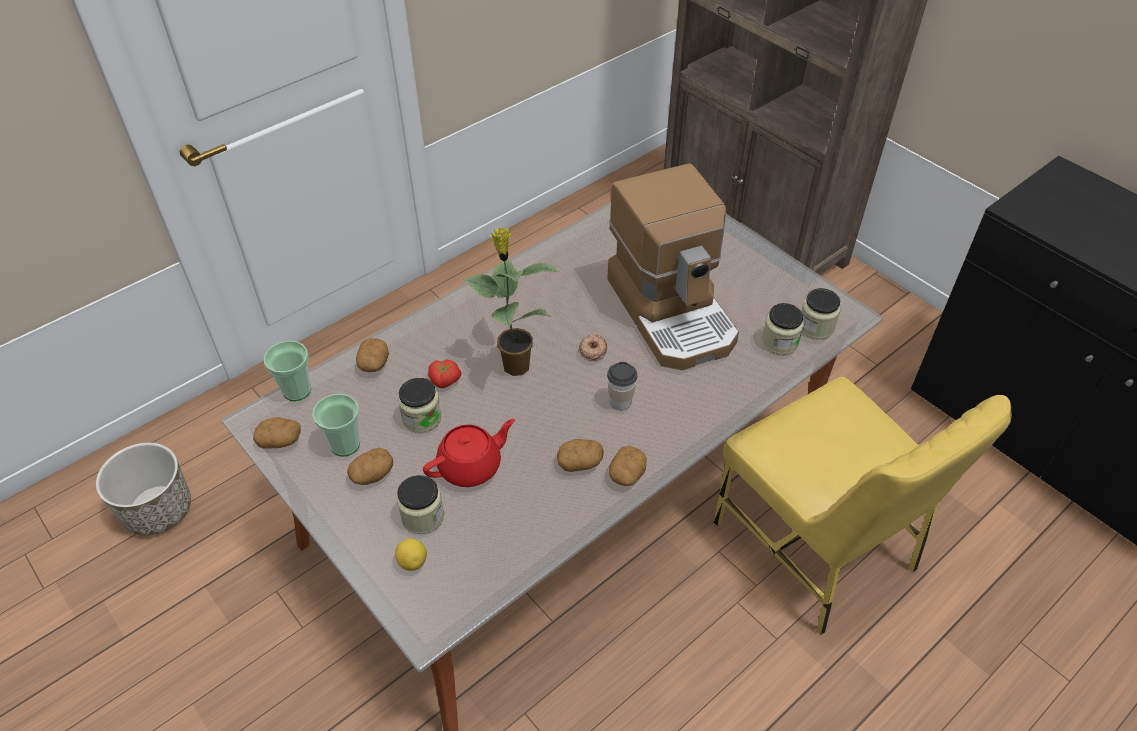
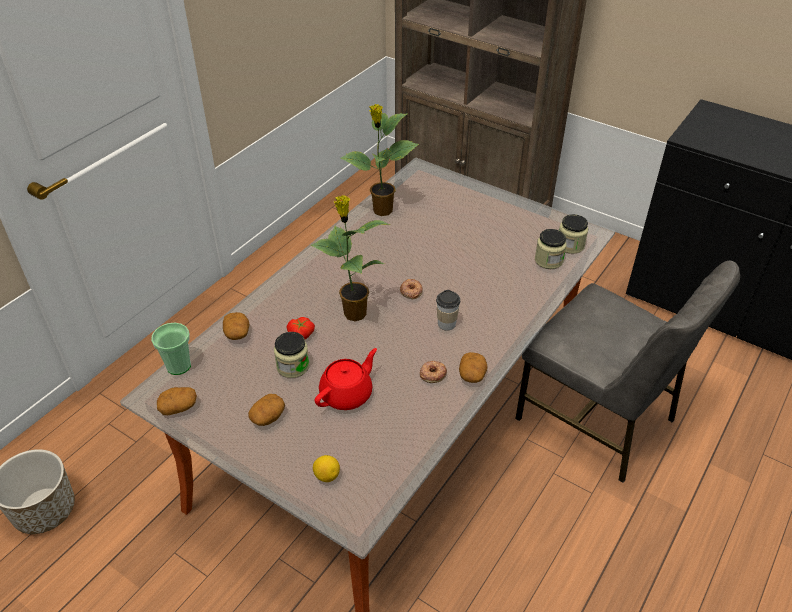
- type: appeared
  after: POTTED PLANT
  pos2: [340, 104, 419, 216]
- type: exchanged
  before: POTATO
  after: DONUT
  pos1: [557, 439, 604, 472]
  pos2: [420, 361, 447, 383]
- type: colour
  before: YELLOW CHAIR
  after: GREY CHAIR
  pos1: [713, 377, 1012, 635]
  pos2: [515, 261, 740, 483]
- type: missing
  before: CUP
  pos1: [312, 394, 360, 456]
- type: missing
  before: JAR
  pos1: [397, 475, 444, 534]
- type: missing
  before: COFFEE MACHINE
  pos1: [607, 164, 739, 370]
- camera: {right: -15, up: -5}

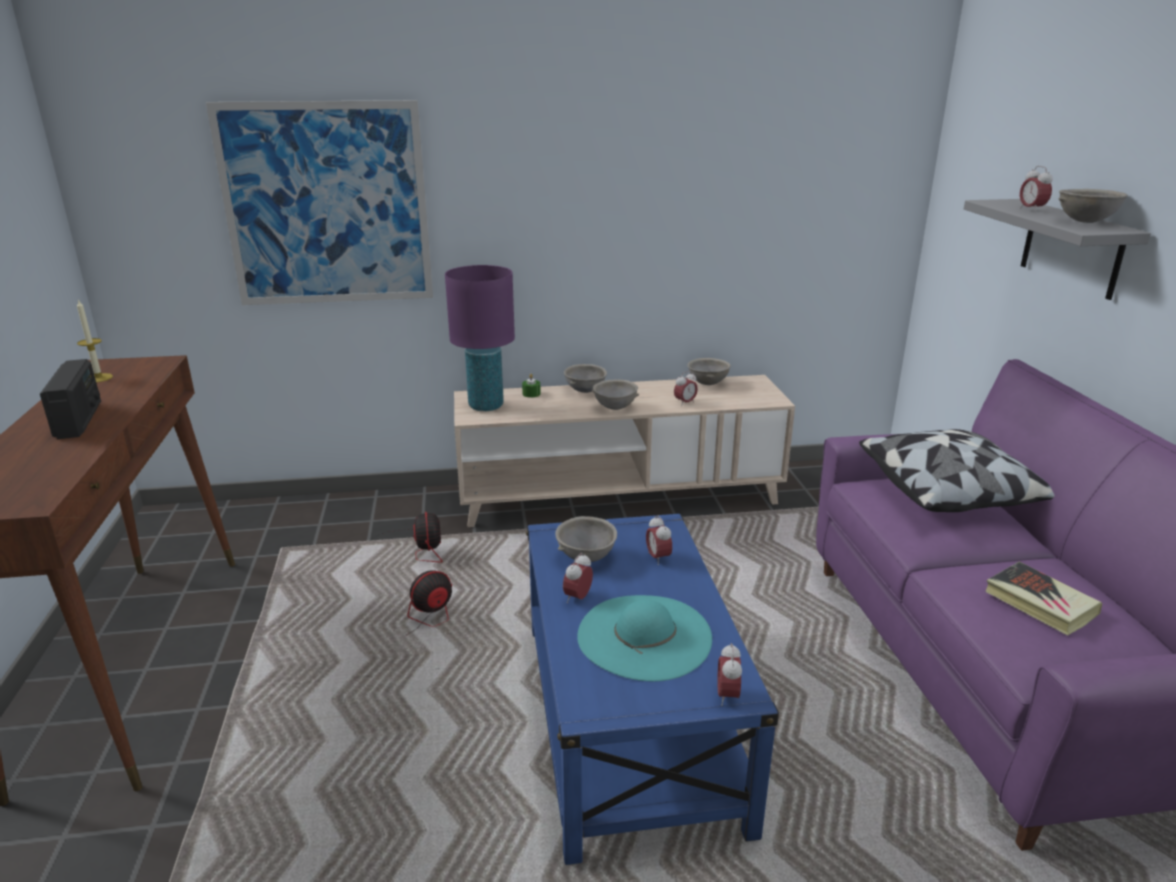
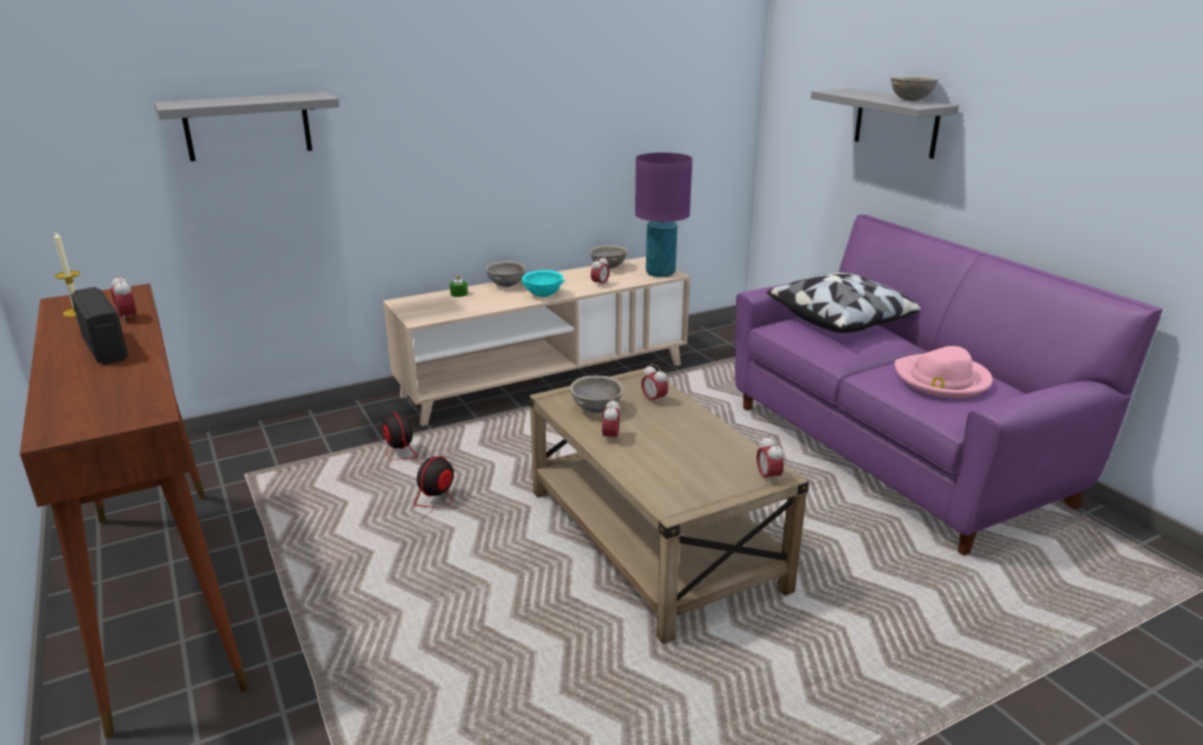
- type: relocated
  before: ALARM CLOCK
  pos1: [1020, 166, 1052, 212]
  pos2: [111, 274, 137, 323]
- type: exchanged
  before: PICTURE
  after: GREY SHELF
  pos1: [206, 100, 433, 305]
  pos2: [154, 92, 339, 161]
- type: colour
  before: GREY BOWL
  after: TURQUOISE BOWL
  pos1: [592, 379, 639, 410]
  pos2: [521, 270, 565, 297]
- type: colour
  before: BLUE COFFEE TABLE
  after: BEIGE COFFEE TABLE
  pos1: [526, 514, 779, 865]
  pos2: [529, 368, 809, 644]
- type: relocated
  before: PURPLE TABLE LAMP
  pos1: [445, 265, 515, 411]
  pos2: [635, 152, 692, 277]
- type: exchanged
  before: BOOK
  after: PINK HAT
  pos1: [985, 562, 1102, 636]
  pos2: [894, 346, 993, 398]
- type: missing
  before: TURQUOISE HAT
  pos1: [577, 595, 712, 681]
- camera: {right: -20, up: 0}

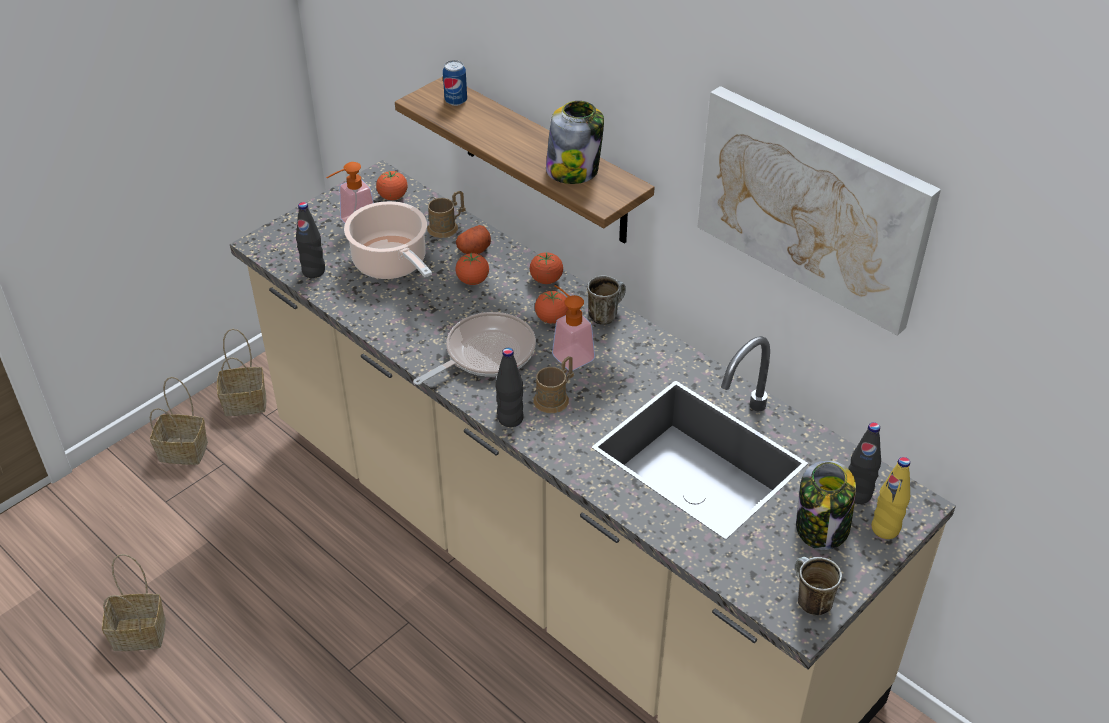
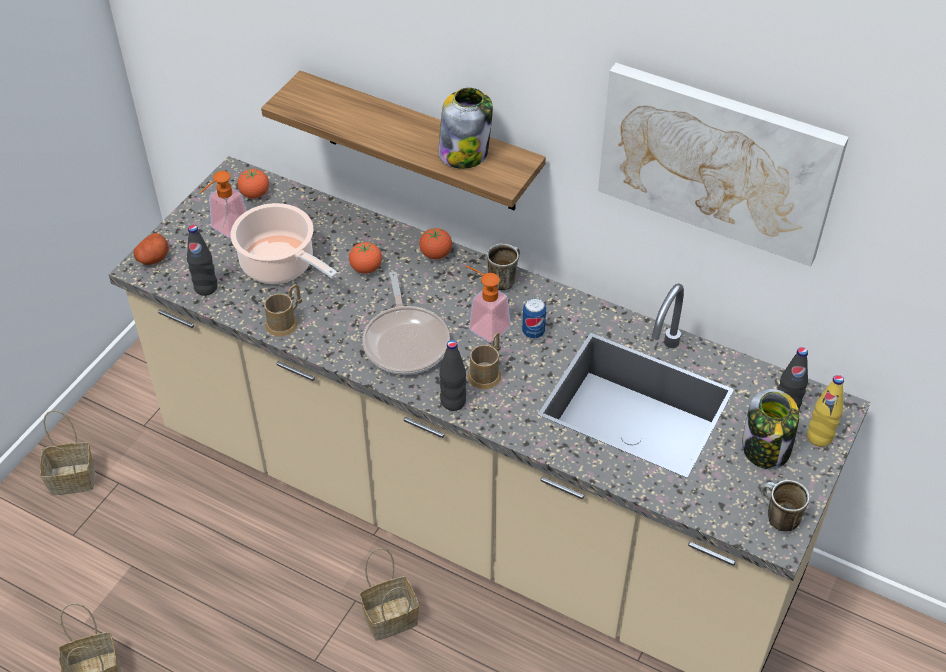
- type: relocated
  before: POTATO
  pos1: [456, 225, 491, 254]
  pos2: [133, 233, 169, 265]
- type: relocated
  before: BROWN MUG
  pos1: [427, 191, 466, 238]
  pos2: [264, 284, 303, 337]
- type: relocated
  before: BASKET
  pos1: [217, 329, 266, 416]
  pos2: [359, 548, 419, 641]
- type: spun
  before: FRYING PAN
  pos1: [413, 312, 536, 385]
  pos2: [362, 272, 450, 375]
  turn: 135
- type: relocated
  before: CAN
  pos1: [443, 60, 467, 106]
  pos2: [522, 297, 546, 338]
- type: missing
  before: TOMATO
  pos1: [535, 290, 568, 324]
- camera: {right: -15, up: 5}

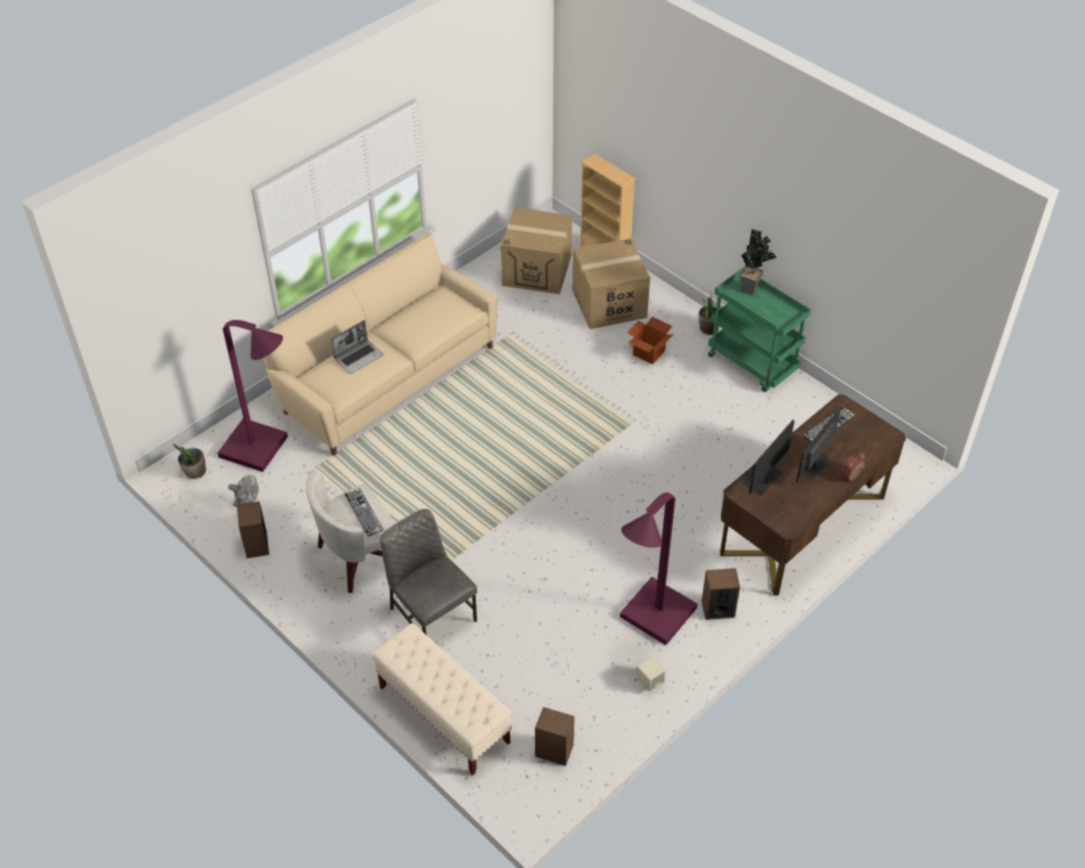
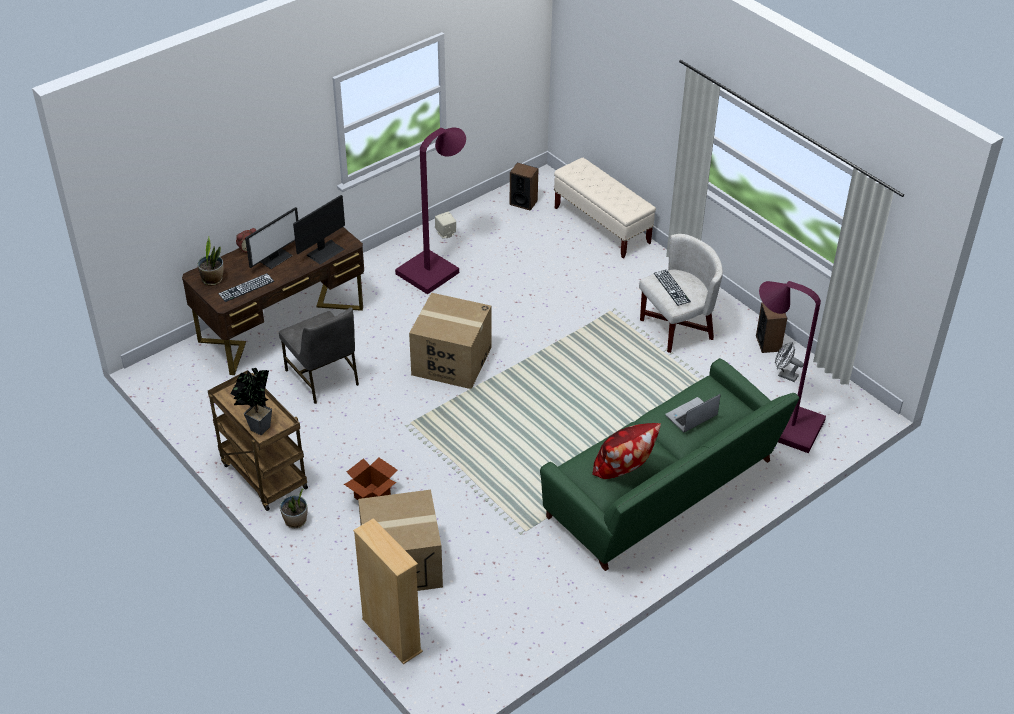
- type: relocated
  before: POTTED PLANT
  pos1: [173, 444, 206, 479]
  pos2: [198, 237, 223, 286]
- type: colour
  before: GREEN CART
  after: BROWN CART
  pos1: [708, 268, 811, 392]
  pos2: [208, 370, 308, 511]
- type: relocated
  before: GREY CHAIR
  pos1: [380, 509, 477, 635]
  pos2: [279, 308, 359, 404]
- type: relocated
  before: CARDBOARD BOX
  pos1: [501, 207, 572, 294]
  pos2: [409, 293, 492, 389]
- type: colour
  before: BEIGE SOFA
  after: GREEN SOFA
  pos1: [263, 233, 498, 456]
  pos2: [540, 358, 800, 571]
- type: appeared
  after: PILLOW
  pos2: [592, 423, 661, 479]
- type: missing
  before: SPEAKER
  pos1: [702, 568, 740, 620]
- camera: {right: -175, up: -5}

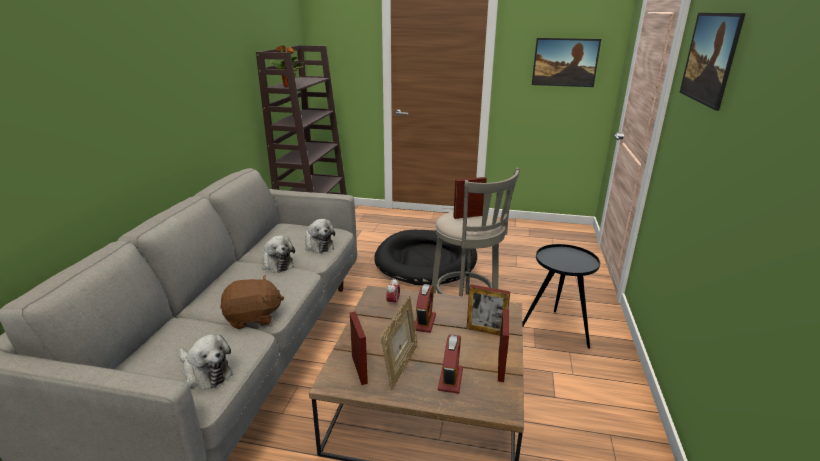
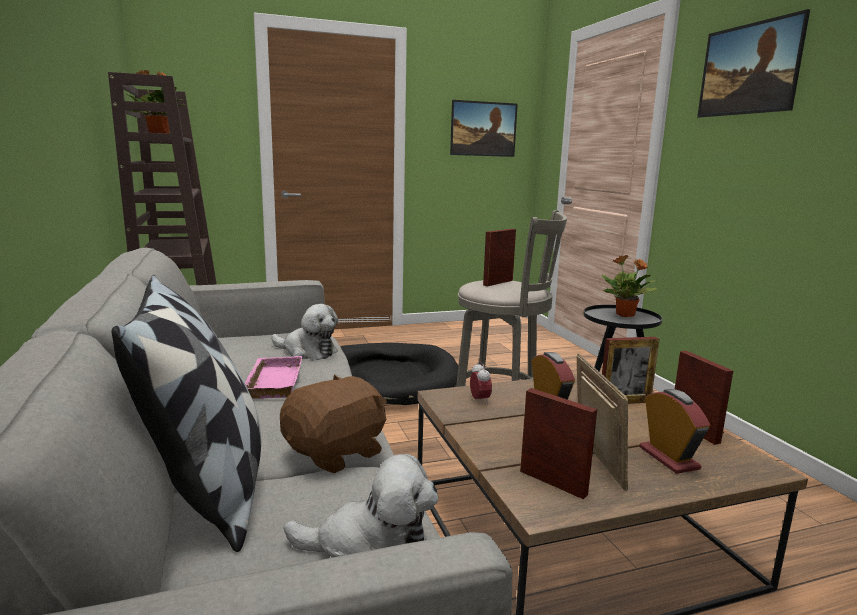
- type: appeared
  after: PILLOW
  pos2: [111, 275, 261, 552]
- type: exchanged
  before: PLUSH TOY
  after: PINK TRAY
  pos1: [262, 235, 295, 272]
  pos2: [245, 356, 302, 399]
- type: appeared
  after: POTTED PLANT
  pos2: [601, 255, 658, 317]
- camera: {right: -30, up: -10}

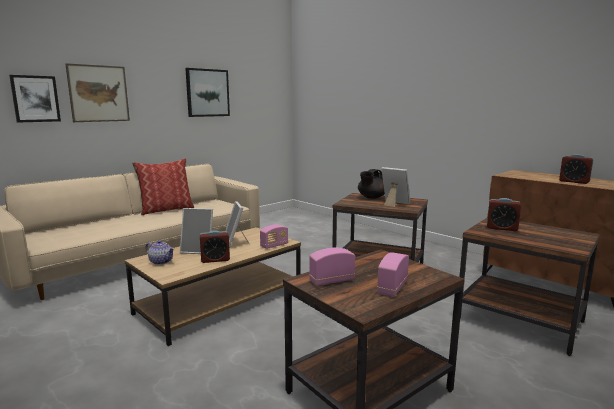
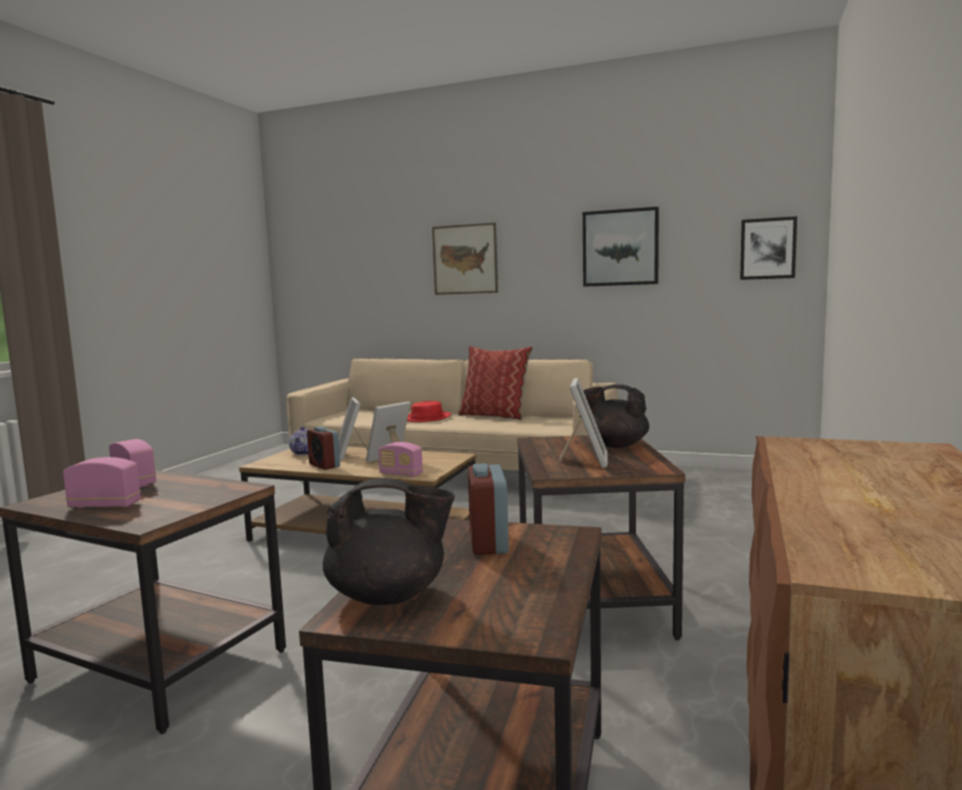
- type: appeared
  after: BLACK TEAPOT
  pos2: [323, 478, 455, 605]
- type: appeared
  after: RED HAT
  pos2: [407, 401, 451, 422]
- type: relocated
  before: PICTURE
  pos1: [9, 75, 61, 123]
  pos2: [740, 216, 797, 280]
- type: missing
  before: ALARM CLOCK
  pos1: [559, 154, 593, 184]
- camera: {right: 65, up: -5}

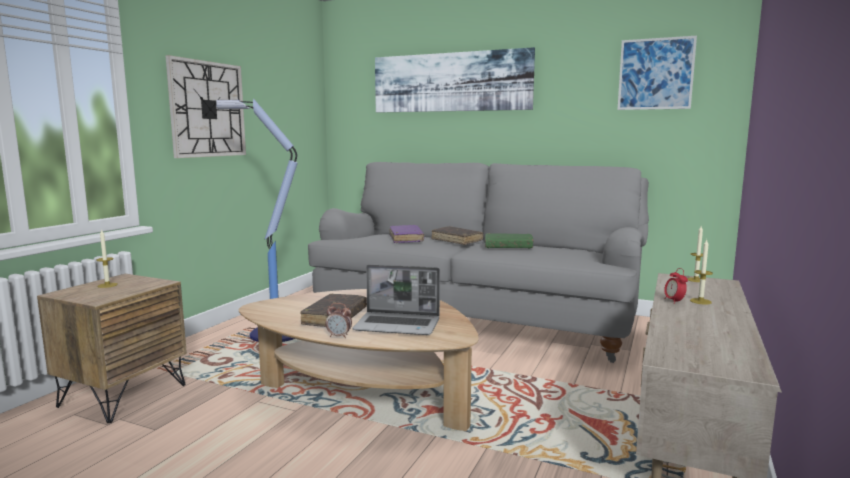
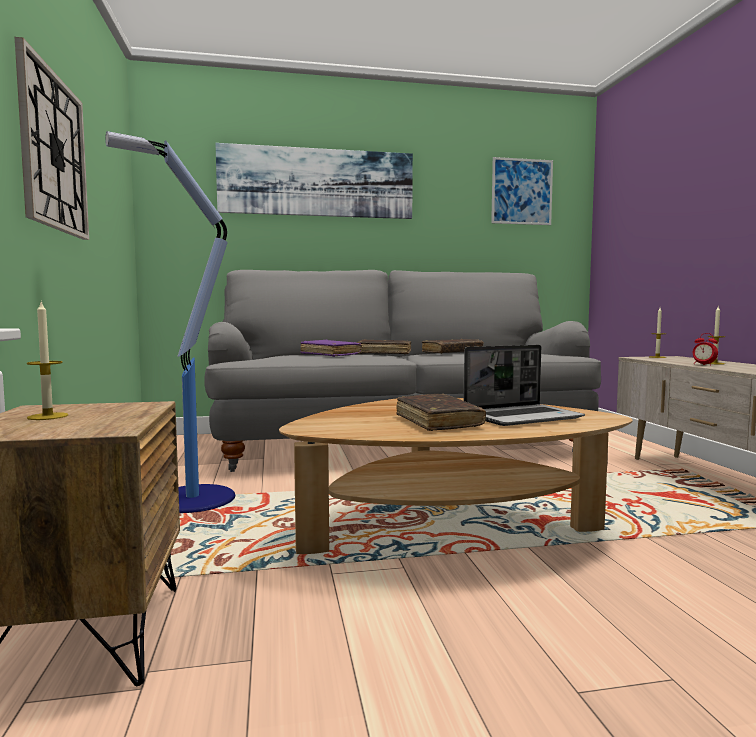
- type: colour
  before: GREEN BOOK
  after: BROWN BOOK
  pos1: [485, 233, 534, 248]
  pos2: [422, 339, 484, 354]
- type: missing
  before: ALARM CLOCK
  pos1: [326, 303, 352, 338]
- camera: {right: -35, up: -5}

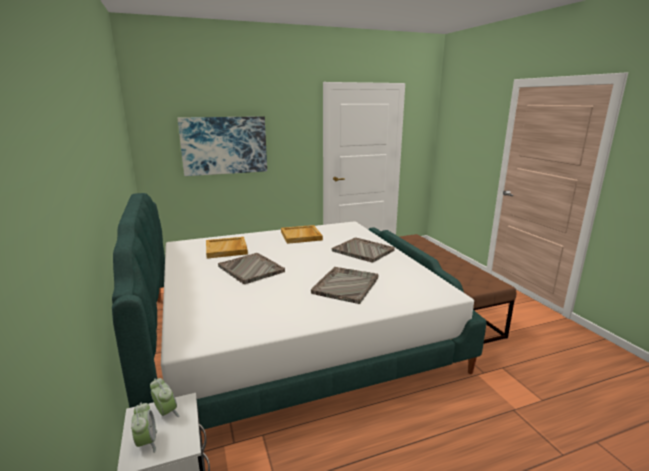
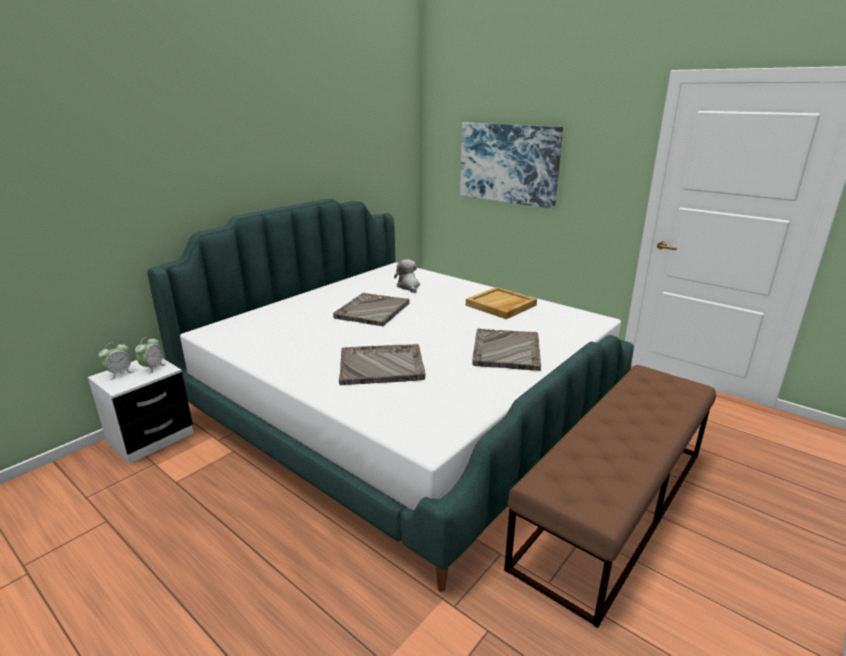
- type: exchanged
  before: BEIGE TRAY
  after: PLUSH TOY
  pos1: [206, 237, 248, 259]
  pos2: [394, 259, 420, 293]
- camera: {right: 60, up: 5}

